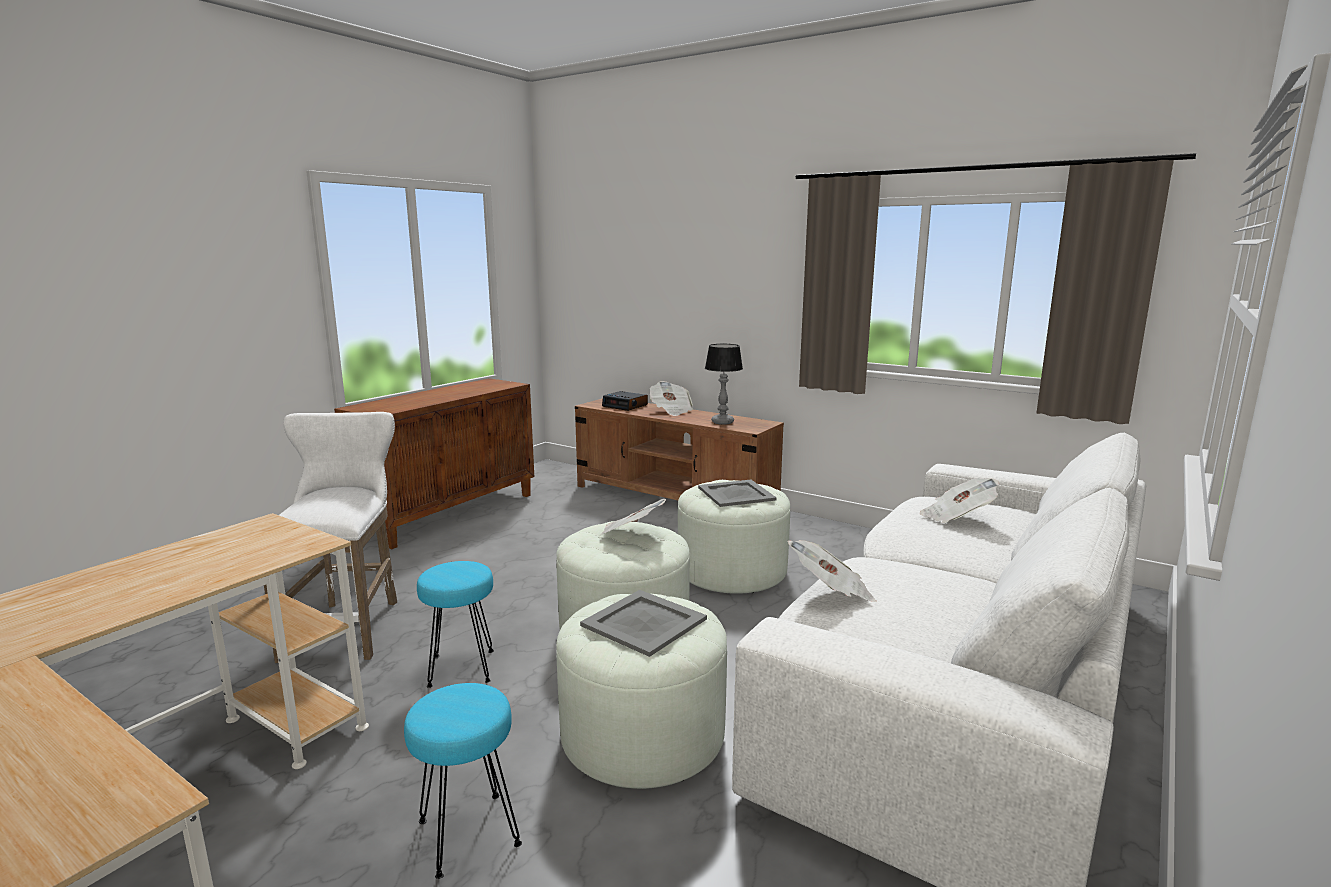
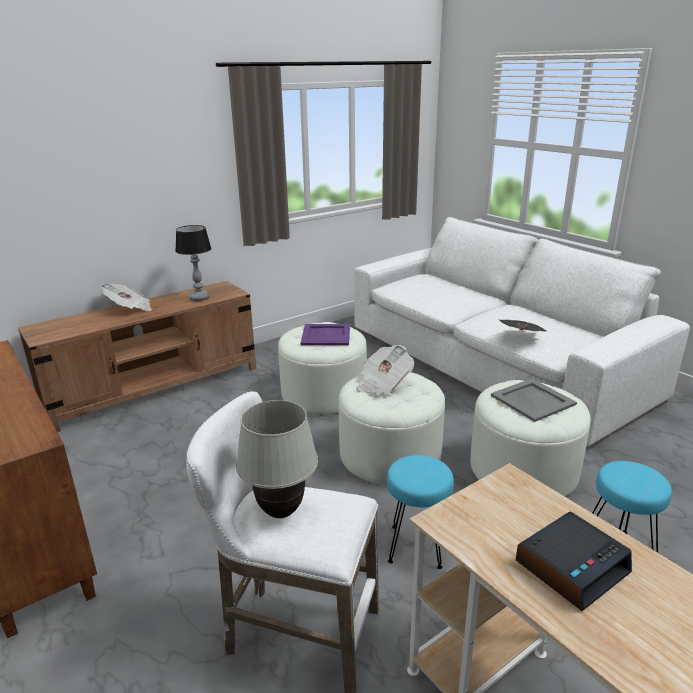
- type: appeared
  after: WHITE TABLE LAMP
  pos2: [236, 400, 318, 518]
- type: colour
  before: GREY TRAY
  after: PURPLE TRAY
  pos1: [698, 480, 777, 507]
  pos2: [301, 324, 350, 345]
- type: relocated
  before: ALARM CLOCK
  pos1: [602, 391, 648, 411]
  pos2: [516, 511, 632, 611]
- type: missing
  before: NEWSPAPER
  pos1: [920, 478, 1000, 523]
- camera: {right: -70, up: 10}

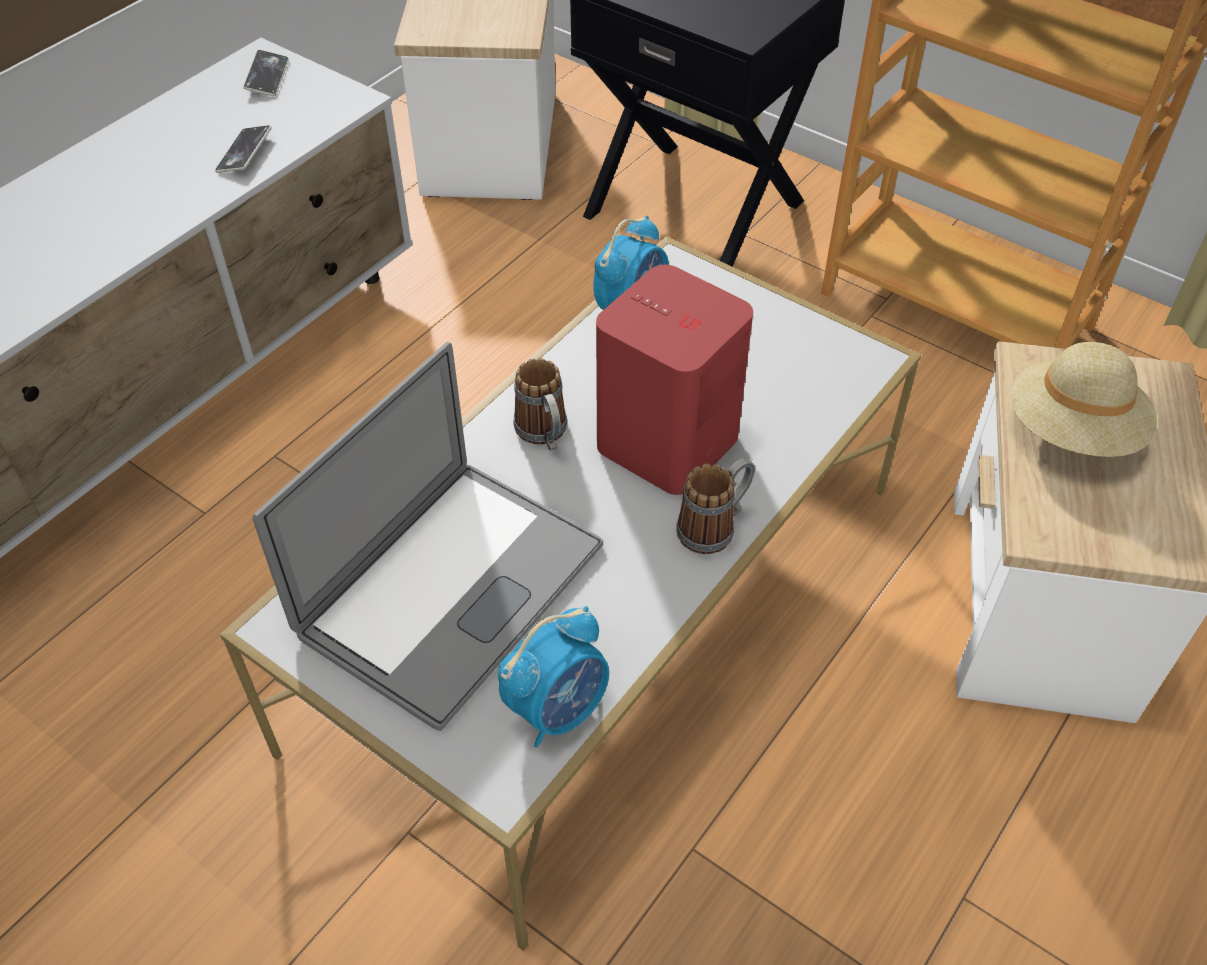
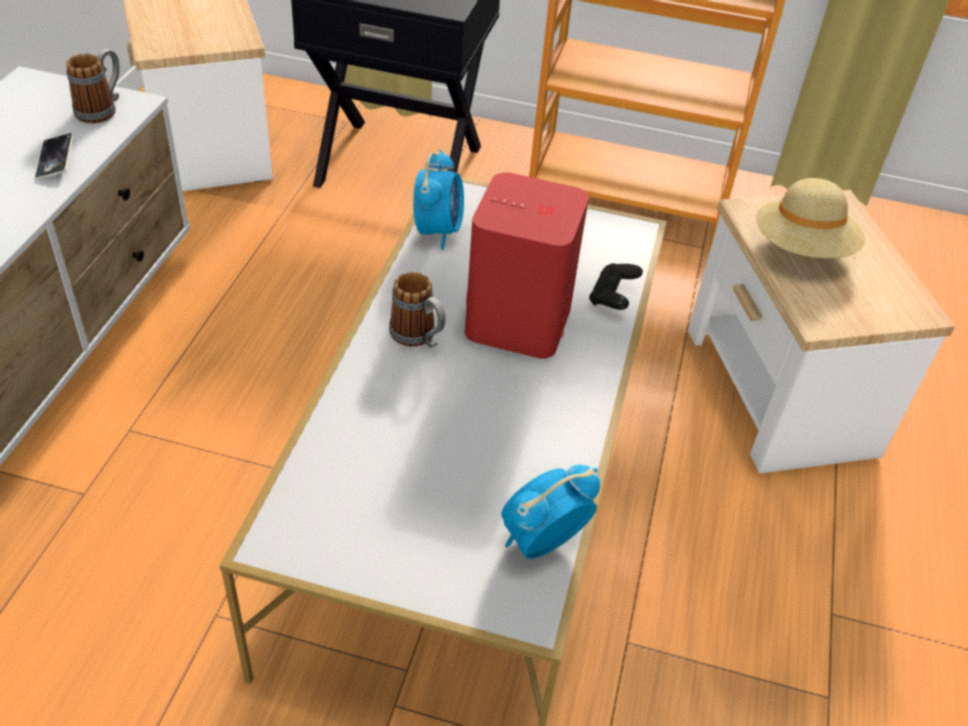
- type: relocated
  before: MUG
  pos1: [676, 458, 755, 554]
  pos2: [66, 49, 120, 123]
- type: spun
  before: ALARM CLOCK
  pos1: [498, 606, 609, 748]
  pos2: [501, 465, 600, 559]
  turn: -150
- type: appeared
  after: BLACK GAME CONTROLLER
  pos2: [589, 263, 643, 310]
- type: missing
  before: PHONE
  pos1: [243, 50, 289, 96]
- type: missing
  before: LAPTOP
  pos1: [253, 342, 603, 731]
- camera: {right: -25, up: -5}

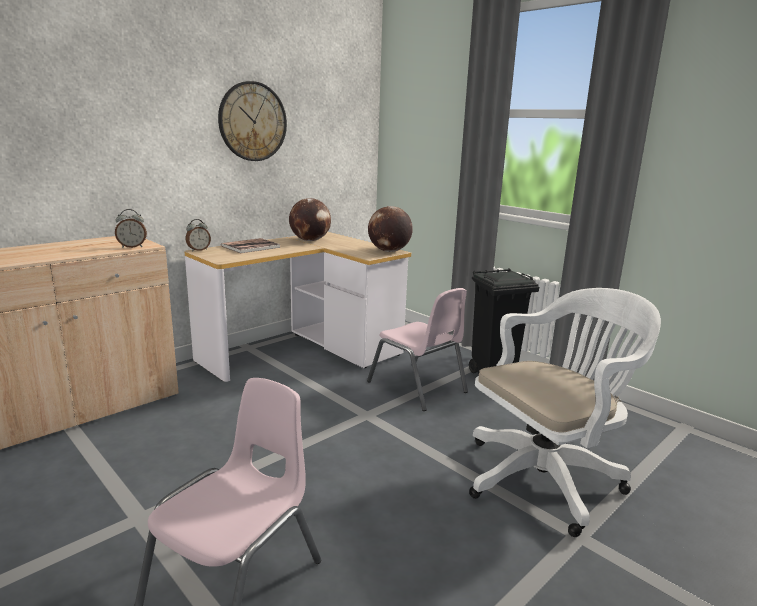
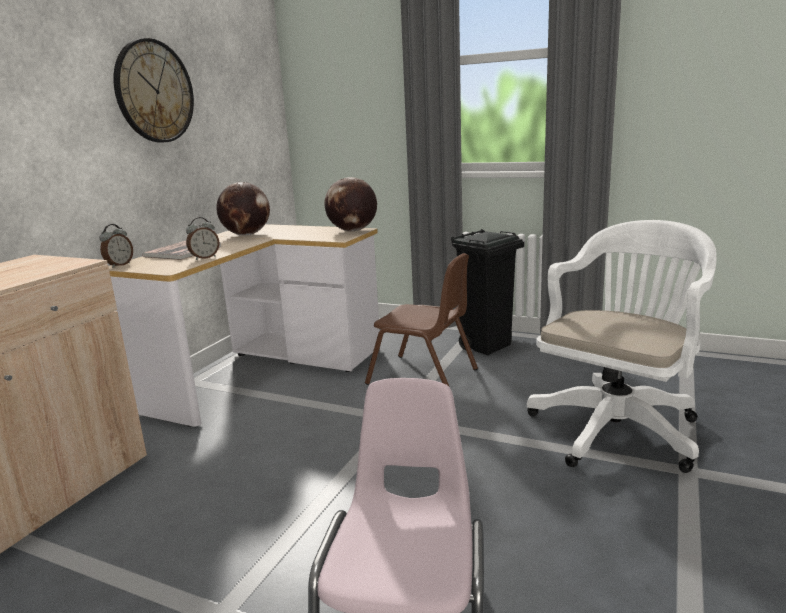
- type: relocated
  before: ALARM CLOCK
  pos1: [115, 209, 147, 248]
  pos2: [186, 217, 219, 260]
- type: colour
  before: PINK CHAIR
  after: BROWN CHAIR
  pos1: [367, 288, 468, 411]
  pos2: [365, 253, 478, 386]
- camera: {right: -20, up: 0}

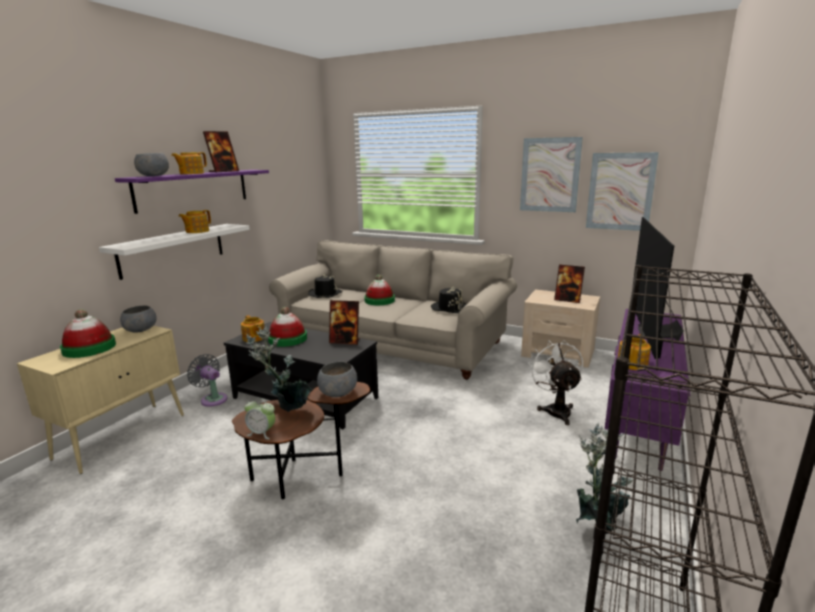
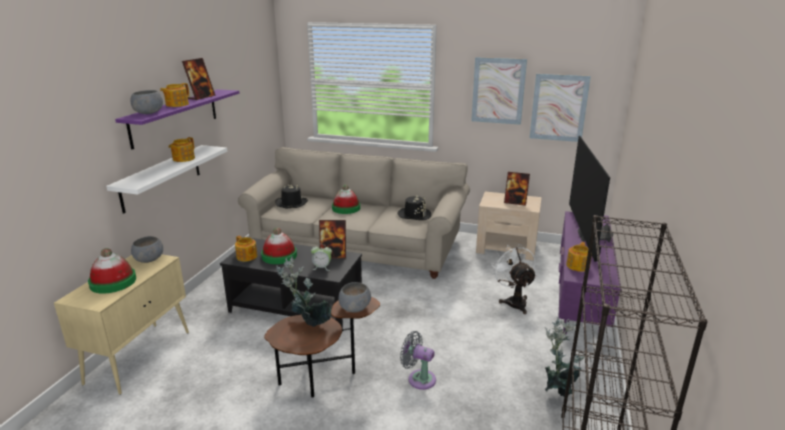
- type: relocated
  before: ALARM CLOCK
  pos1: [244, 398, 275, 439]
  pos2: [311, 244, 332, 271]
- type: relocated
  before: GREY FAN
  pos1: [187, 354, 228, 407]
  pos2: [400, 331, 436, 390]
- camera: {right: -10, up: 5}

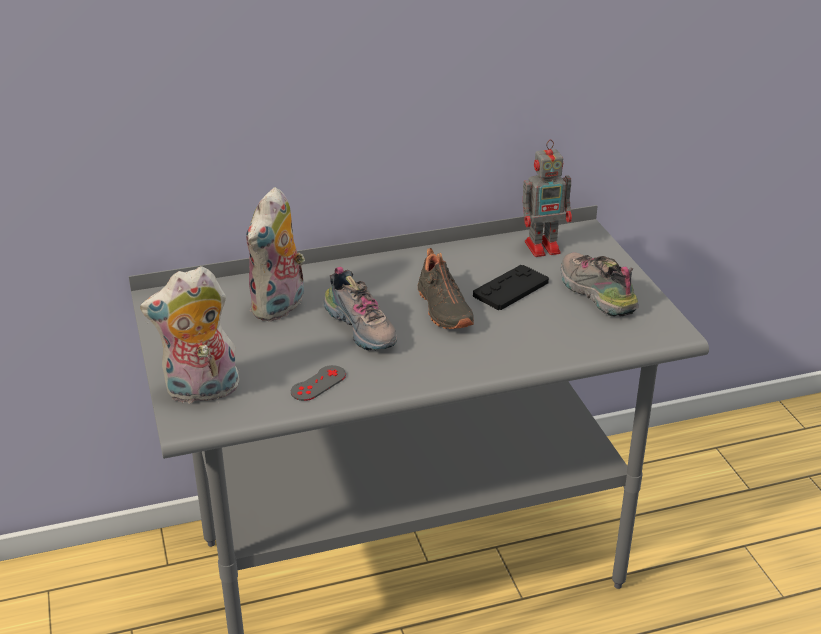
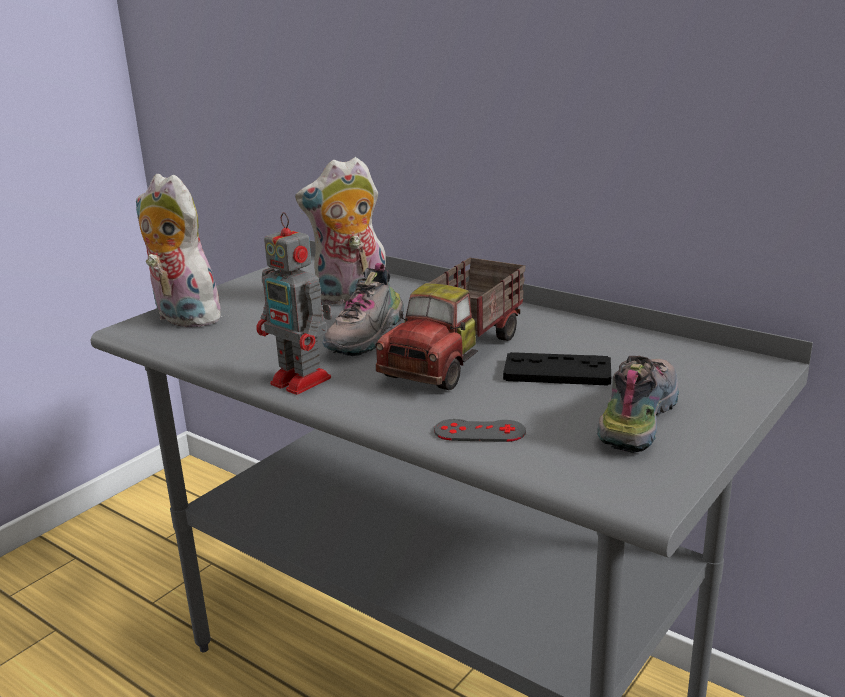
- type: relocated
  before: TOY ROBOT
  pos1: [522, 139, 572, 257]
  pos2: [256, 212, 332, 395]
- type: exchanged
  before: BLACK SHOE
  after: TOY TRUCK
  pos1: [418, 248, 474, 329]
  pos2: [375, 258, 526, 390]
- type: relocated
  before: GREY GAME CONTROLLER
  pos1: [291, 365, 346, 401]
  pos2: [434, 419, 526, 442]
- camera: {right: 55, up: -10}

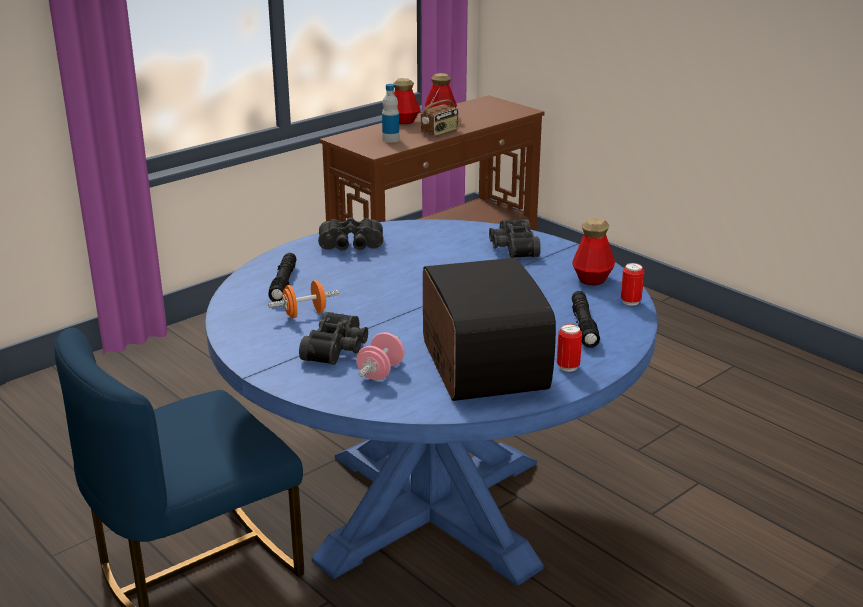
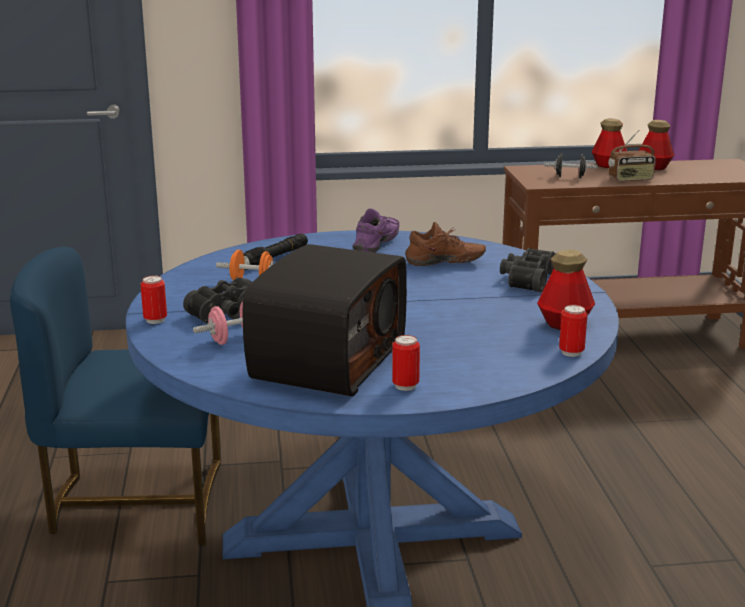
- type: appeared
  after: CAN
  pos2: [141, 275, 167, 324]
- type: exchanged
  before: BLACK BINOCULARS
  after: PURPLE SHOE
  pos1: [318, 218, 384, 251]
  pos2: [353, 208, 399, 253]
- type: appeared
  after: BROWN SHOE
  pos2: [405, 222, 486, 266]
- type: exchanged
  before: BOTTLE
  after: BLACK DUMBBELL
  pos1: [382, 84, 399, 143]
  pos2: [544, 153, 598, 178]
- type: missing
  before: BLACK FLASHLIGHT
  pos1: [572, 291, 600, 348]
- camera: {right: 35, up: -5}

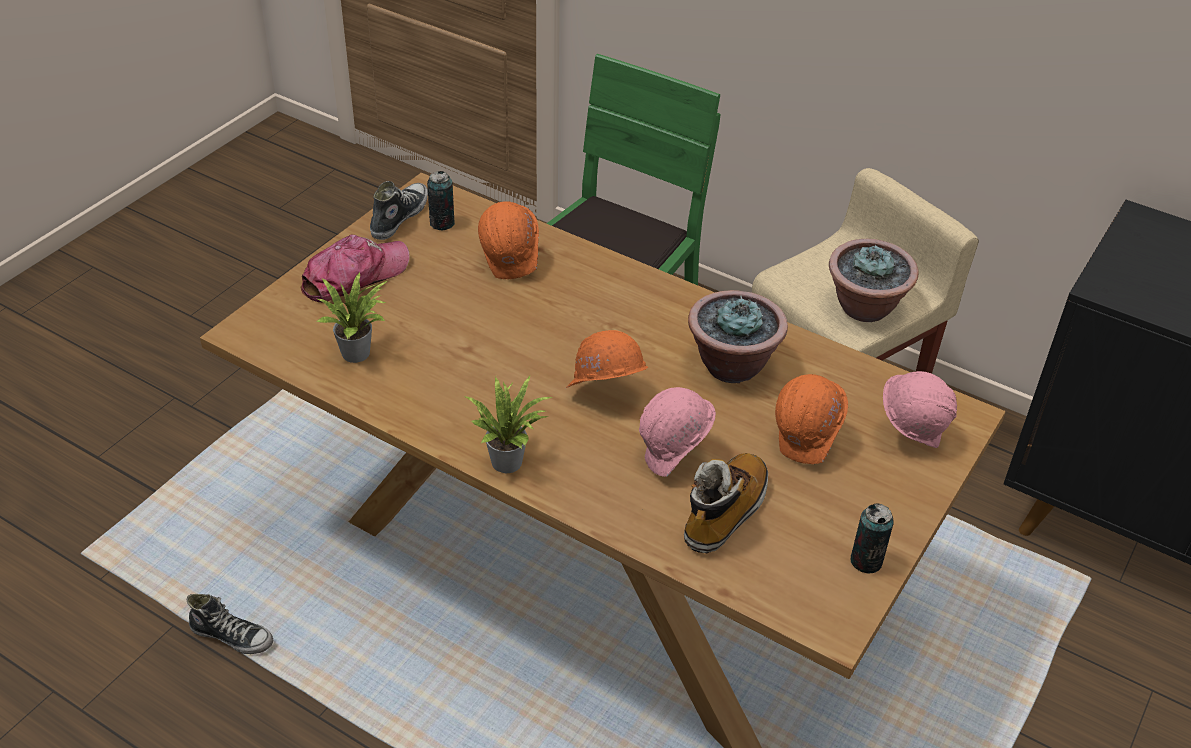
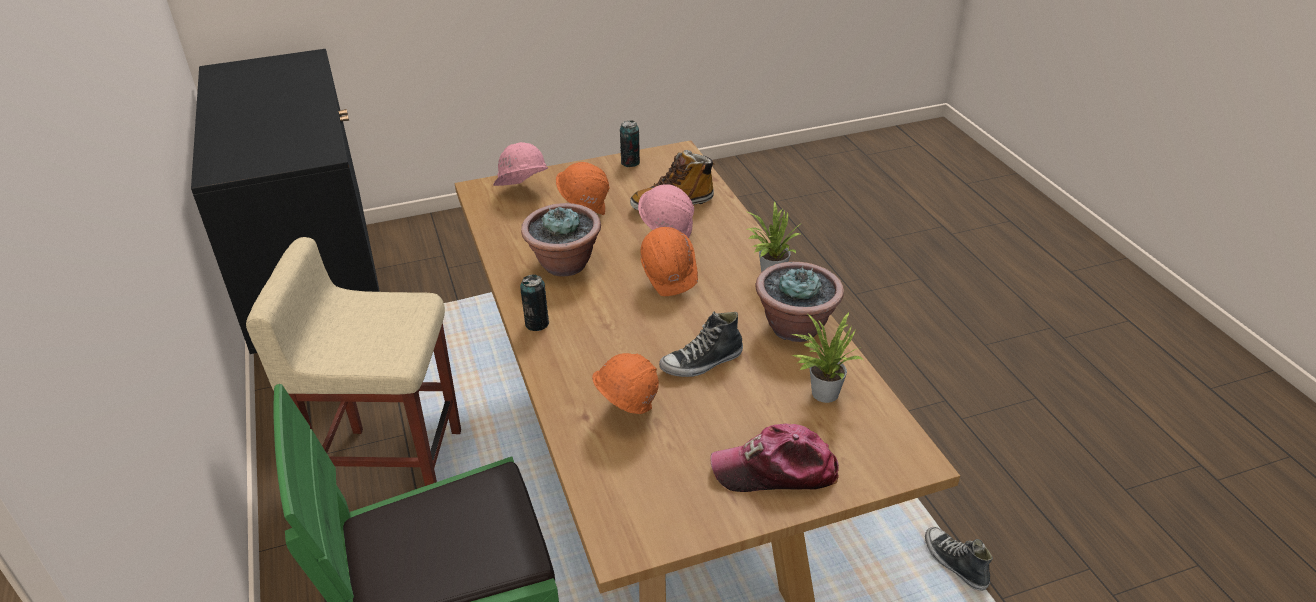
- type: relocated
  before: CAN
  pos1: [427, 171, 455, 230]
  pos2: [520, 274, 549, 331]
- type: relocated
  before: SHOE
  pos1: [370, 181, 428, 240]
  pos2: [659, 312, 743, 377]
- type: relocated
  before: POTTED PLANT
  pos1: [829, 239, 919, 322]
  pos2: [755, 262, 844, 342]
- camera: {right: -140, up: -5}

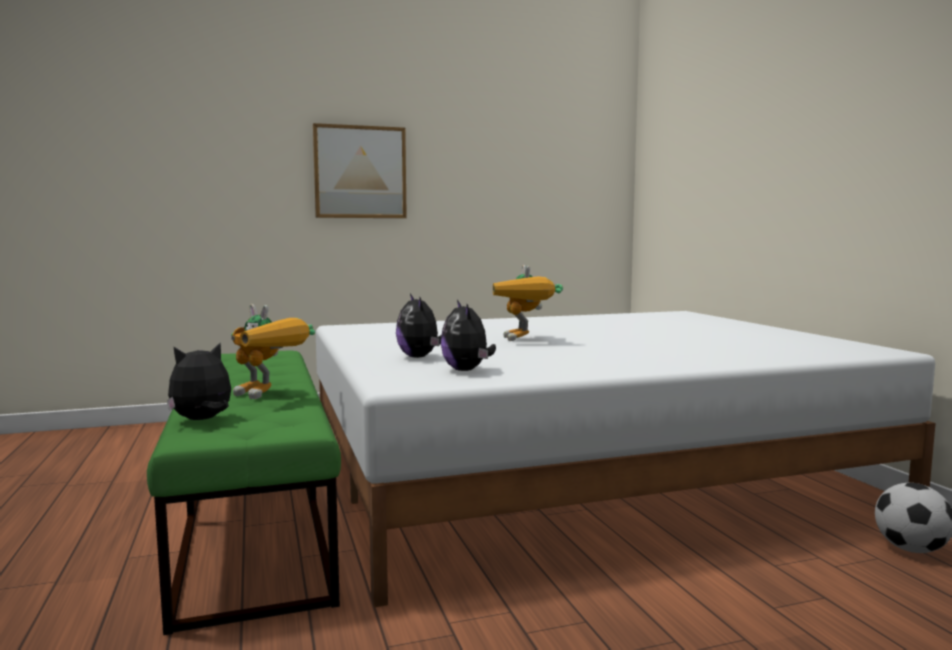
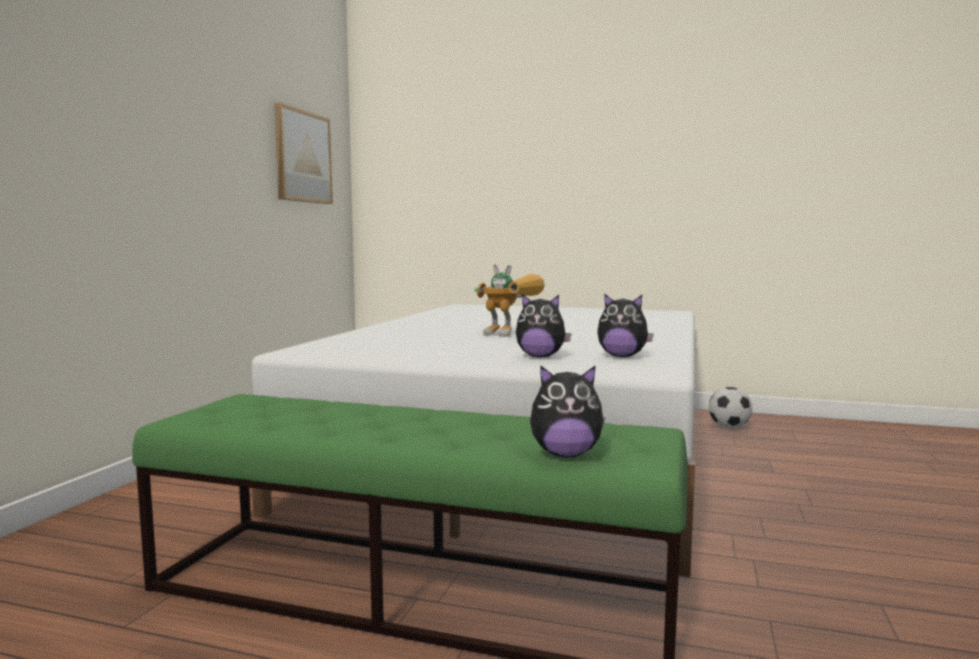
- type: relocated
  before: PICTURE
  pos1: [313, 123, 407, 218]
  pos2: [274, 103, 333, 204]
- type: spun
  before: PLUSH TOY
  pos1: [167, 343, 231, 420]
  pos2: [530, 365, 606, 457]
  turn: -90
- type: missing
  before: TOY ROBOT
  pos1: [231, 304, 315, 399]
- camera: {right: -55, up: 0}

